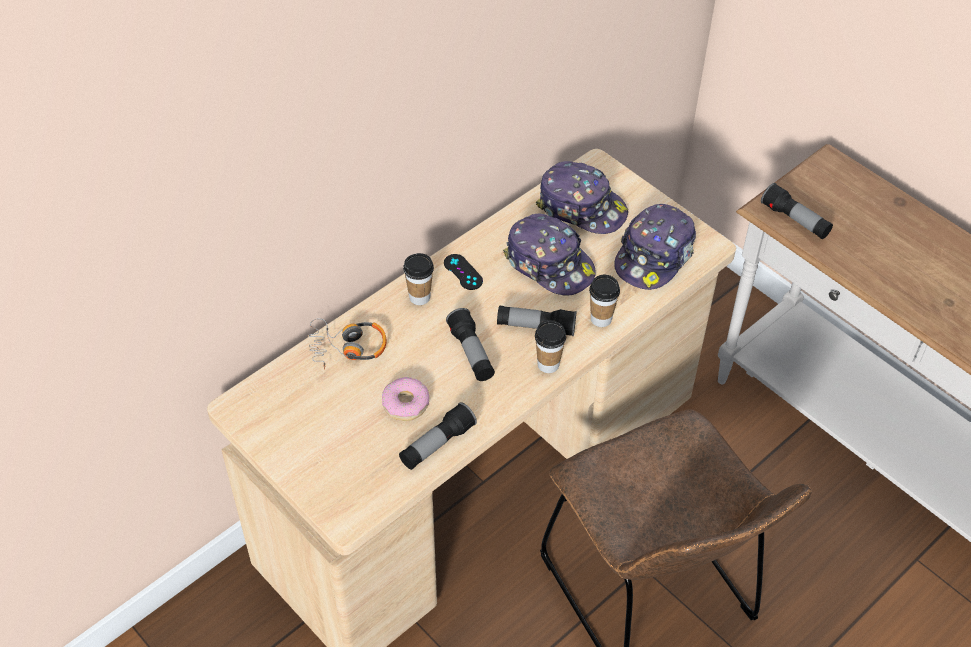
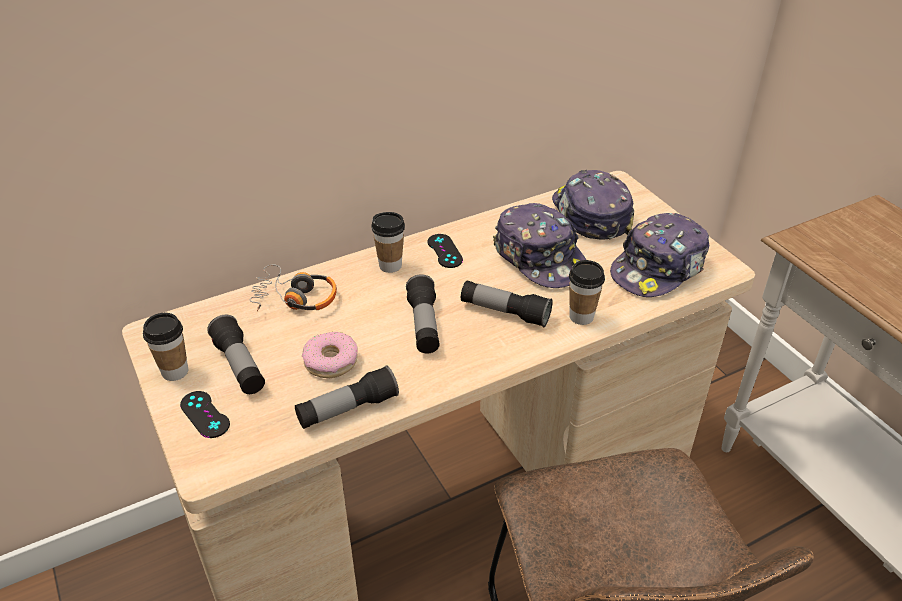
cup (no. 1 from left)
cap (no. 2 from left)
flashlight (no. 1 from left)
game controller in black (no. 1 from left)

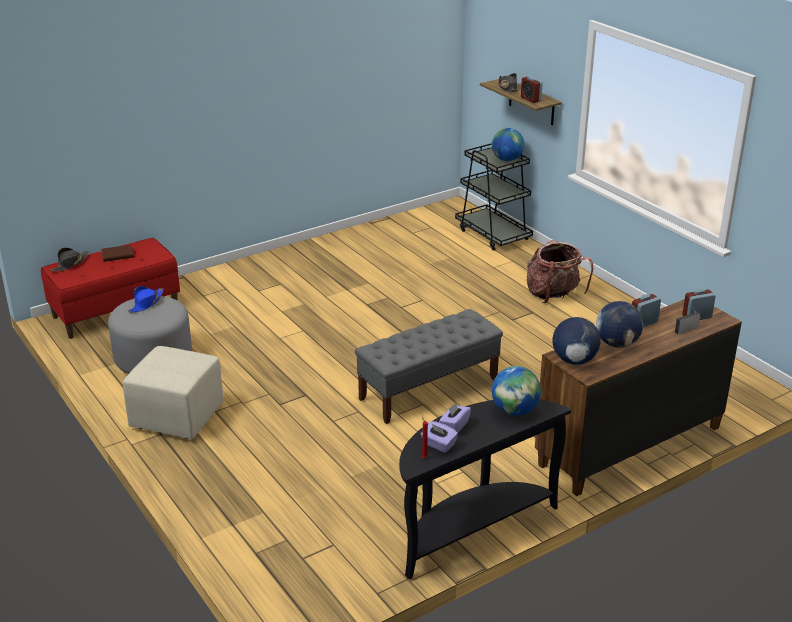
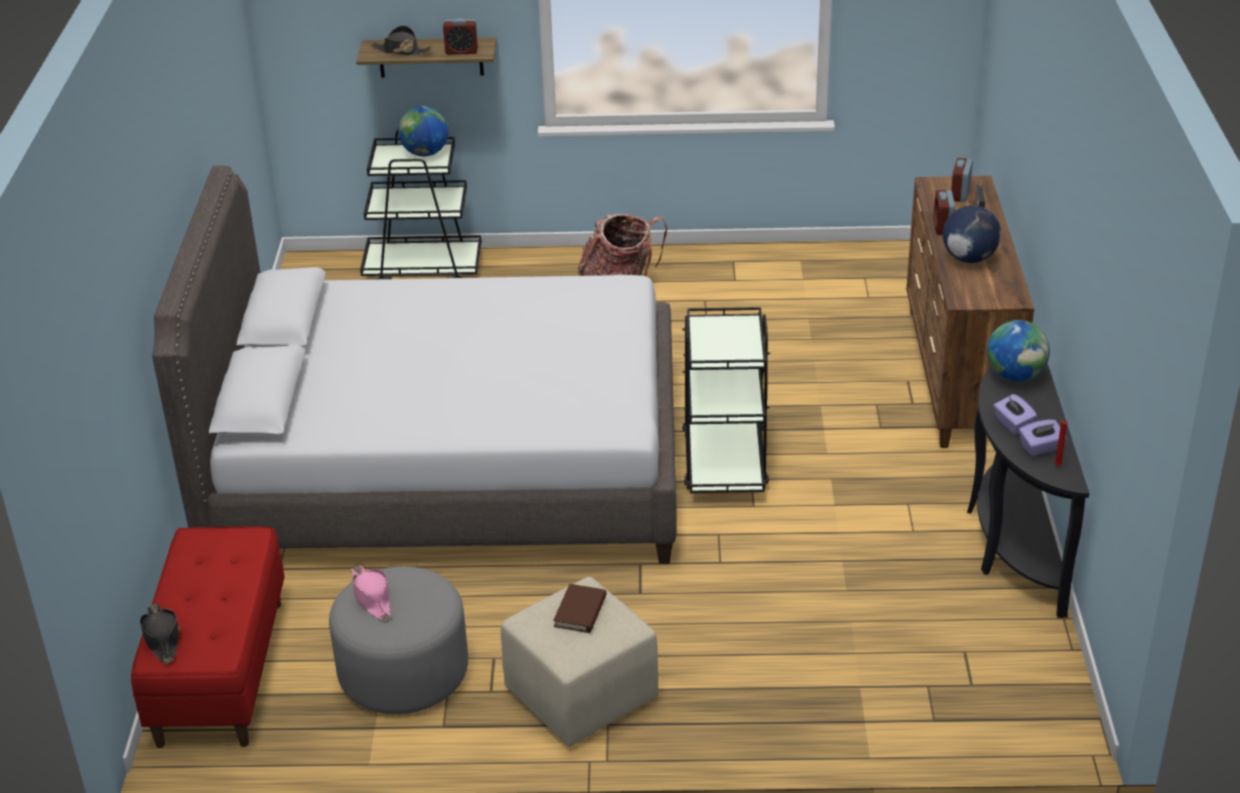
book in brown
hat in pink
cart in black (no. 2 from left)
globe (no. 3 from left in the first image)
bed in grey

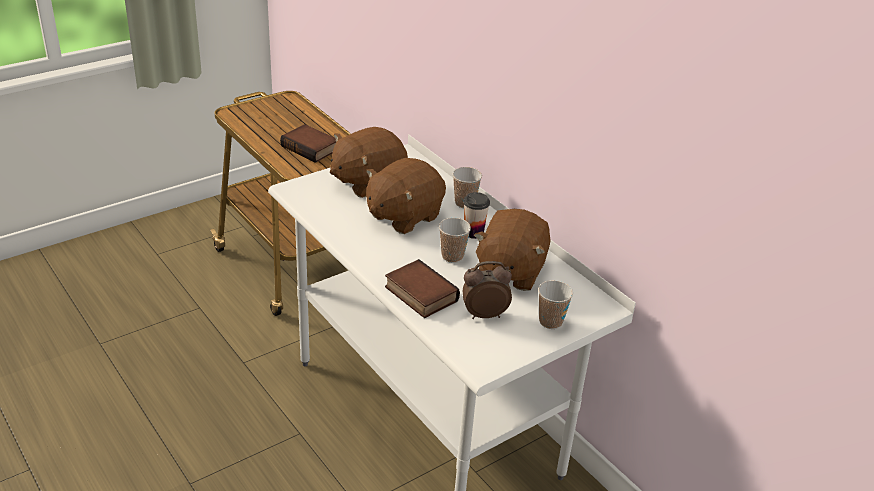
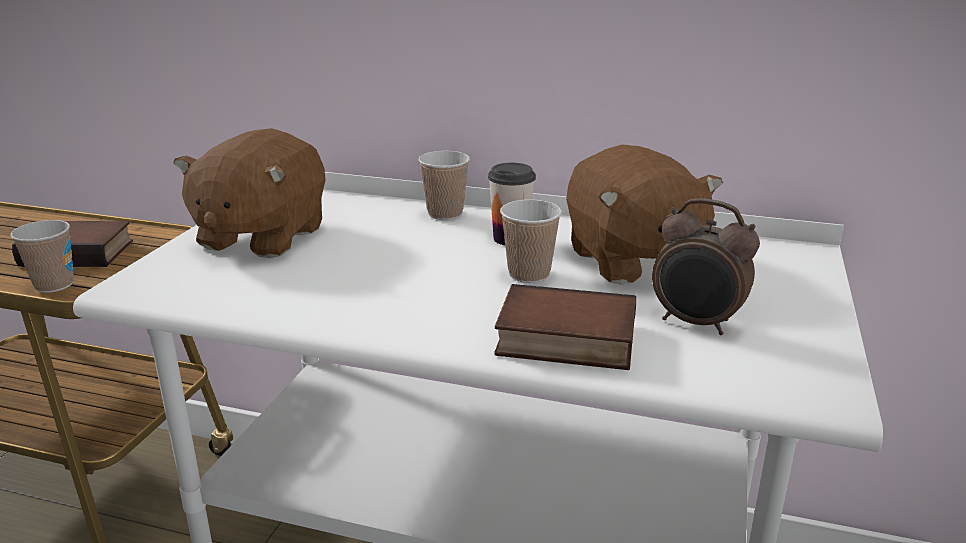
plush toy in brown (no. 2 from left in the first image)
alarm clock
cup (no. 1 from left)

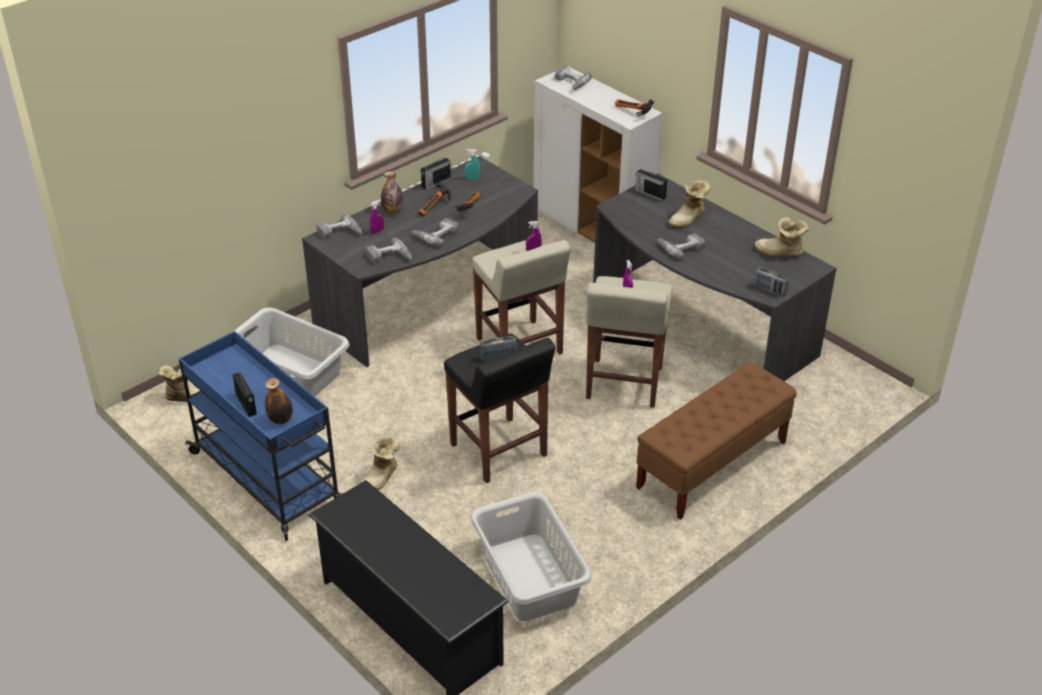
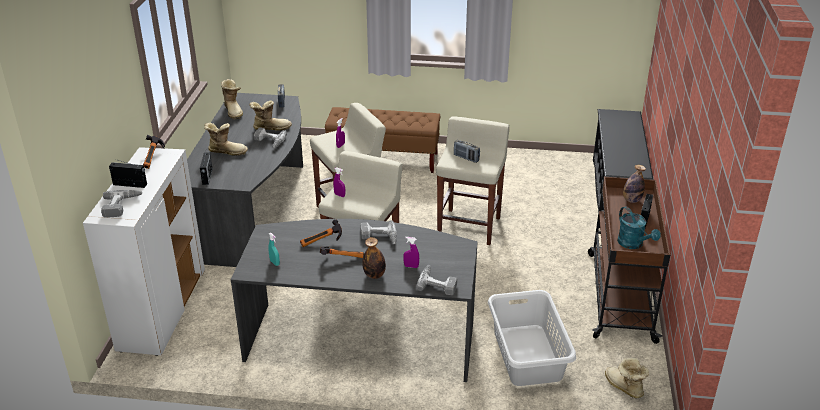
cart in brown
boot (no. 3 from left)
power drill (no. 2 from left in the first image)
radio (no. 1 from left)
stool in beige (no. 3 from left)
laundry basket in grey (no. 2 from left in the first image)
watering can in turquoise

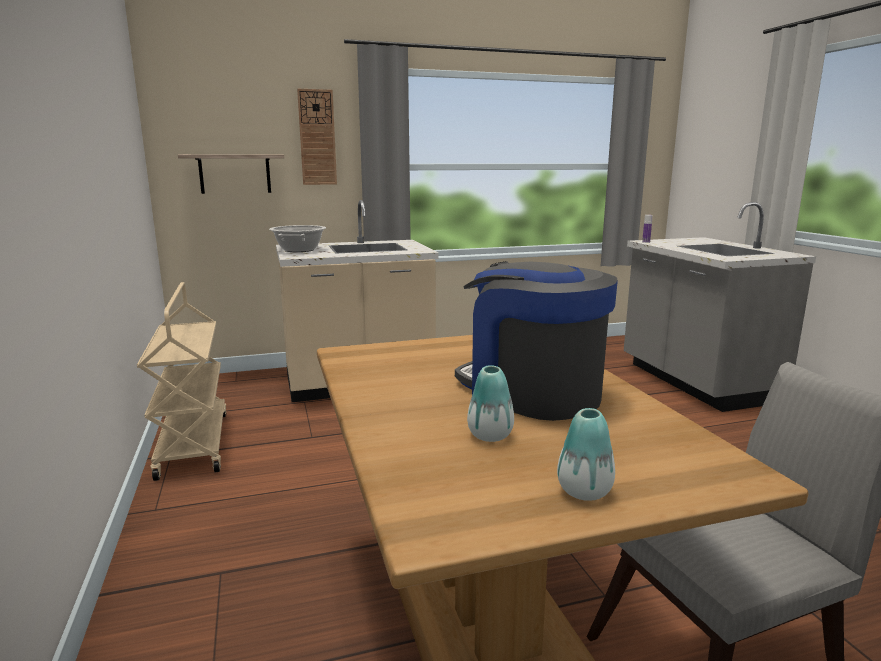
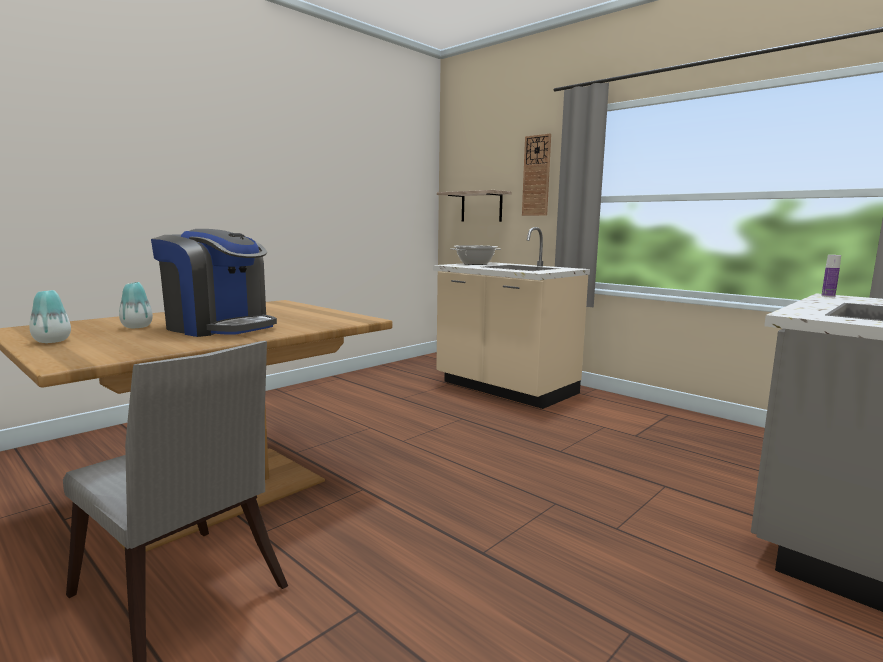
cart in beige
coffee machine

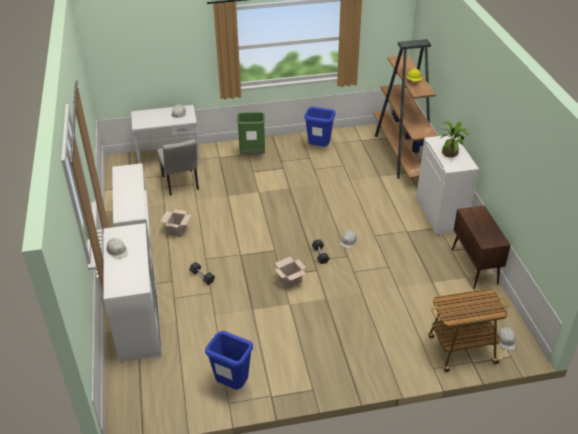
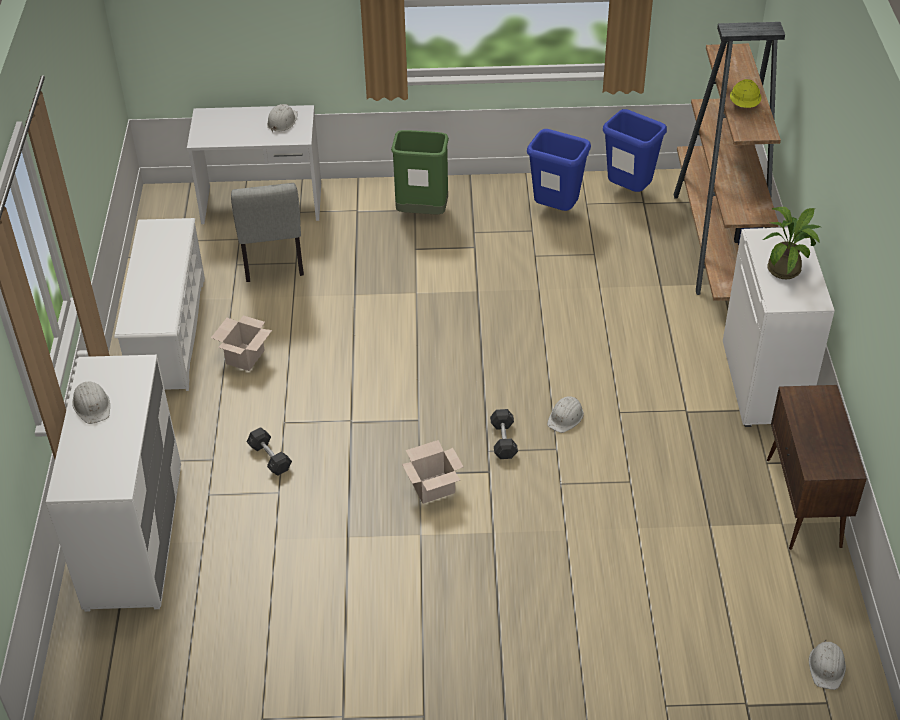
trash can in blue (no. 2 from left)
cart

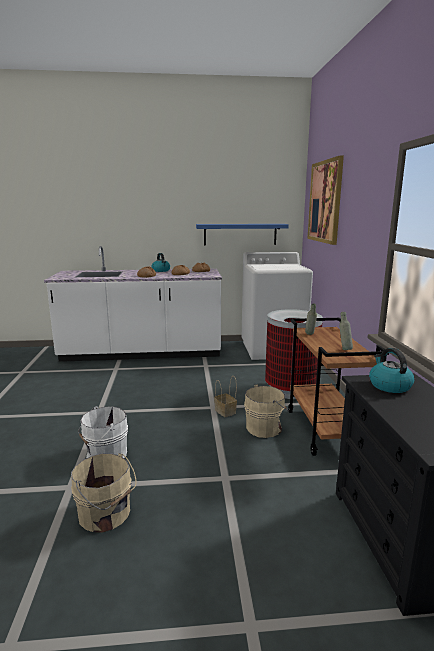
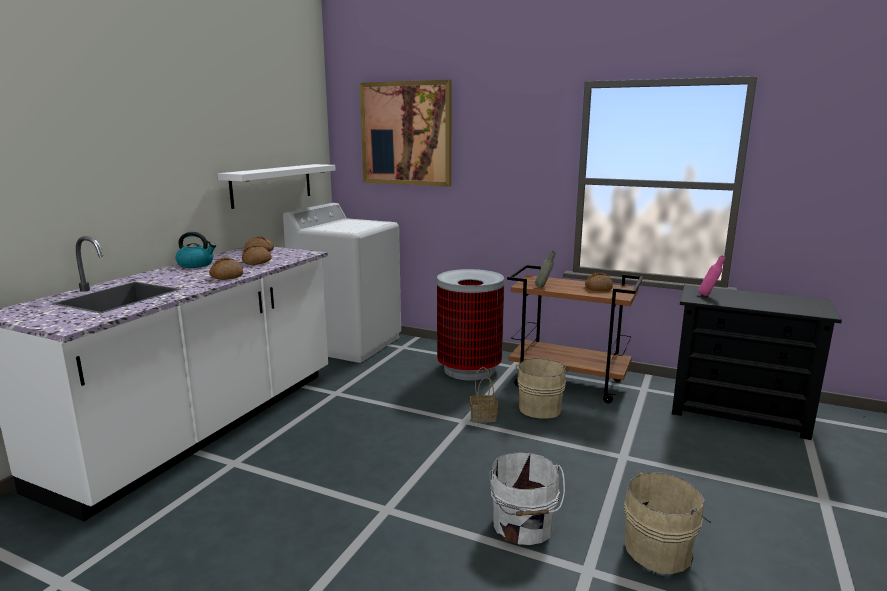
shelf in white
bread (no. 4 from left)
bottle in pink

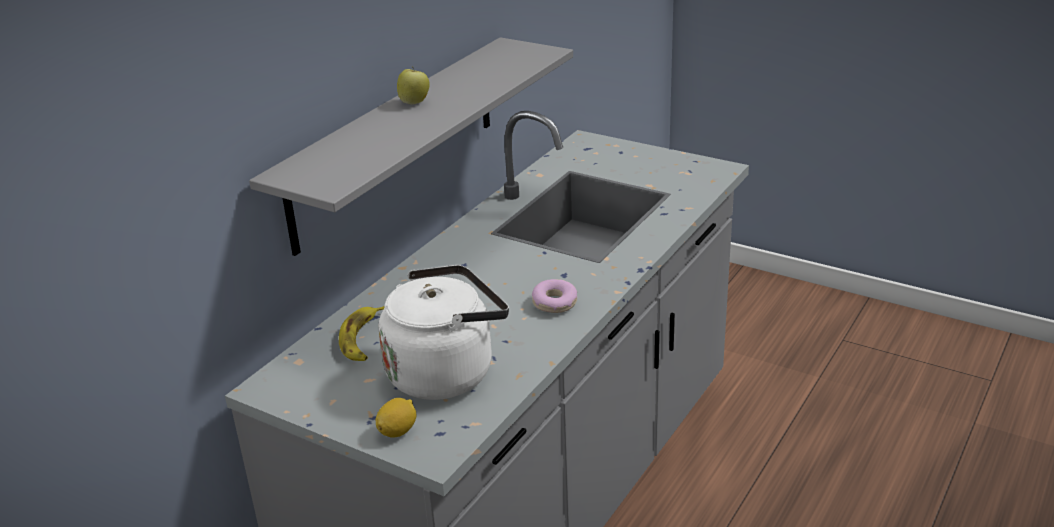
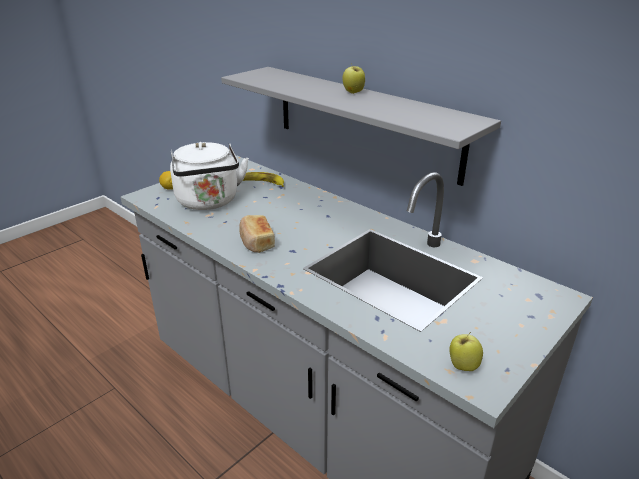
bread
apple (no. 2 from left)

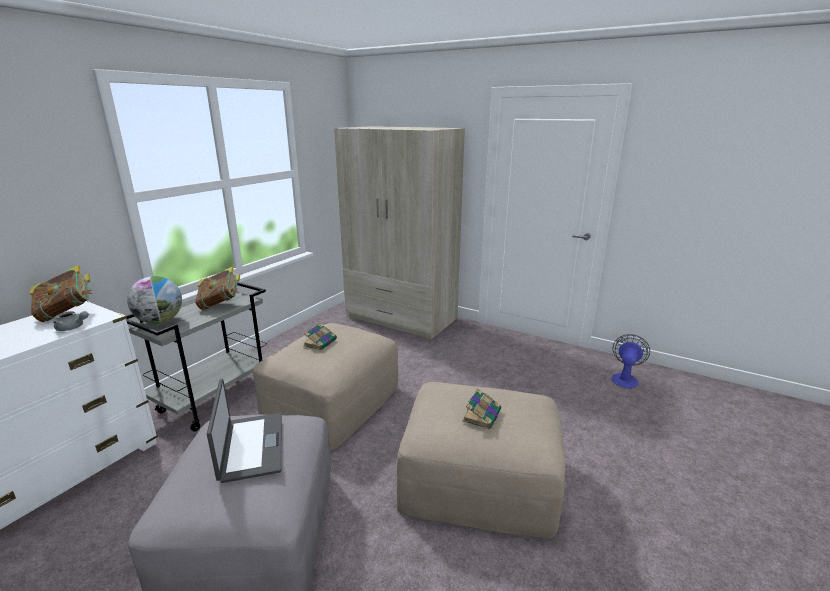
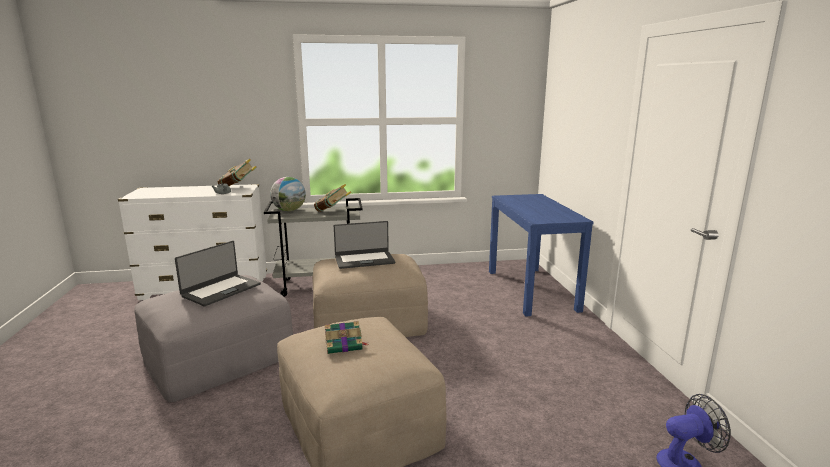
laptop (no. 2 from left)
console table in blue

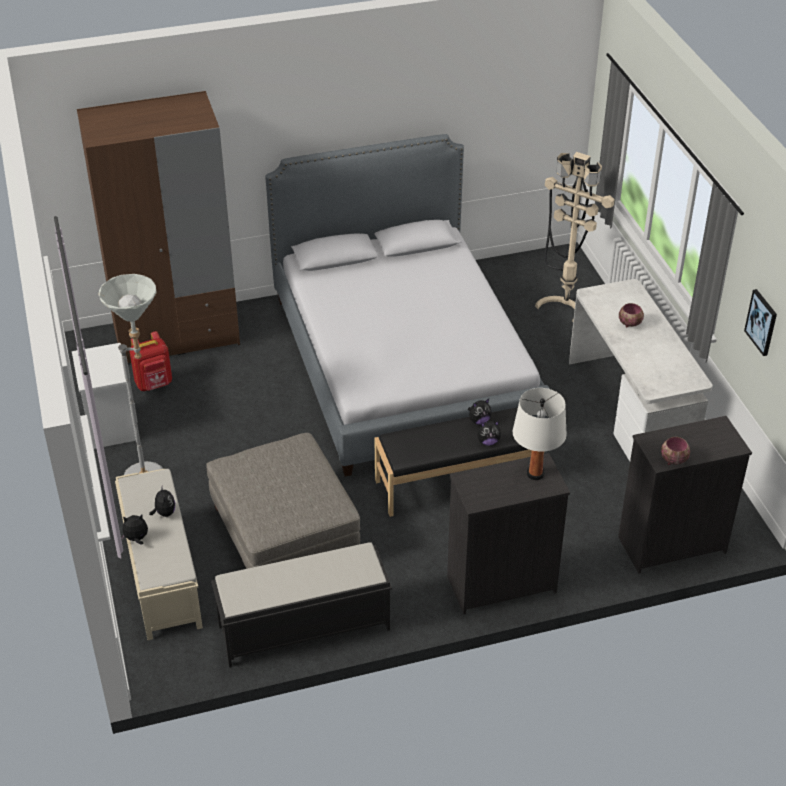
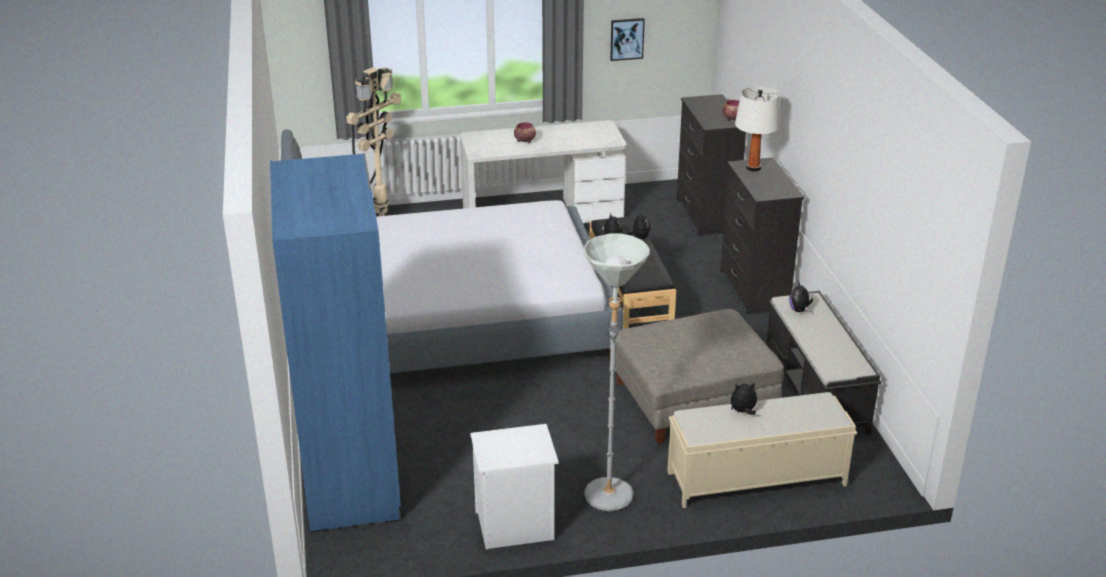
wardrobe in blue
plush toy (no. 4 from left)
backpack in red

